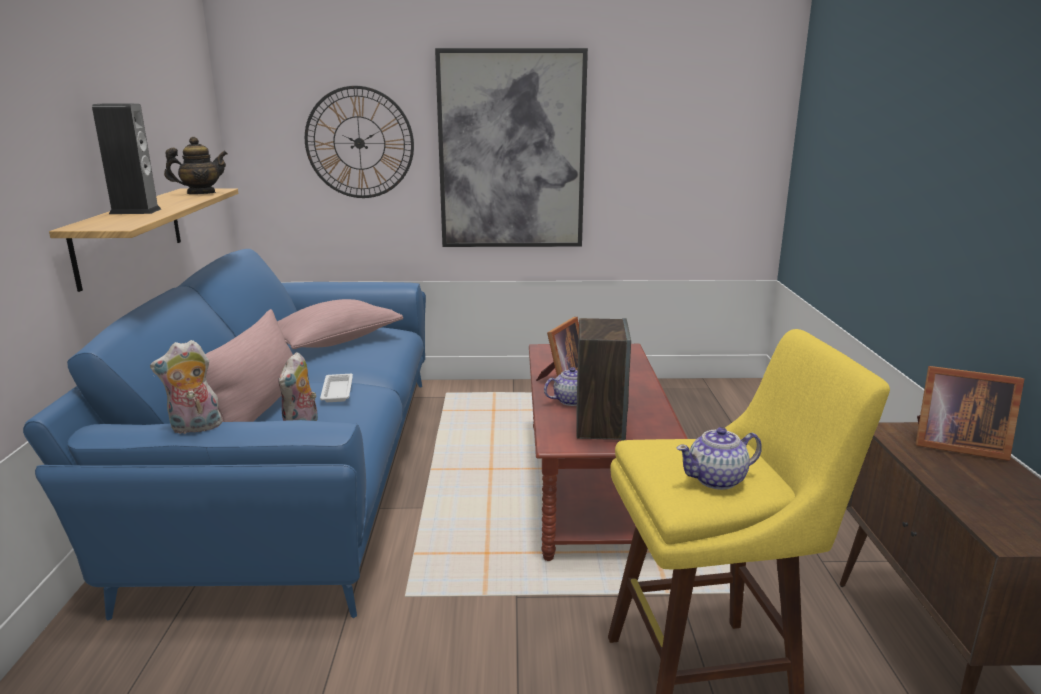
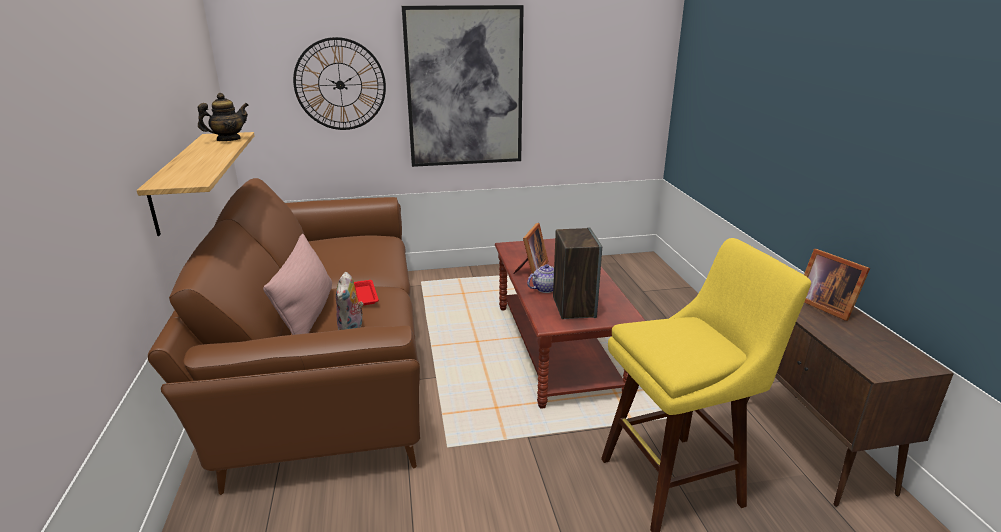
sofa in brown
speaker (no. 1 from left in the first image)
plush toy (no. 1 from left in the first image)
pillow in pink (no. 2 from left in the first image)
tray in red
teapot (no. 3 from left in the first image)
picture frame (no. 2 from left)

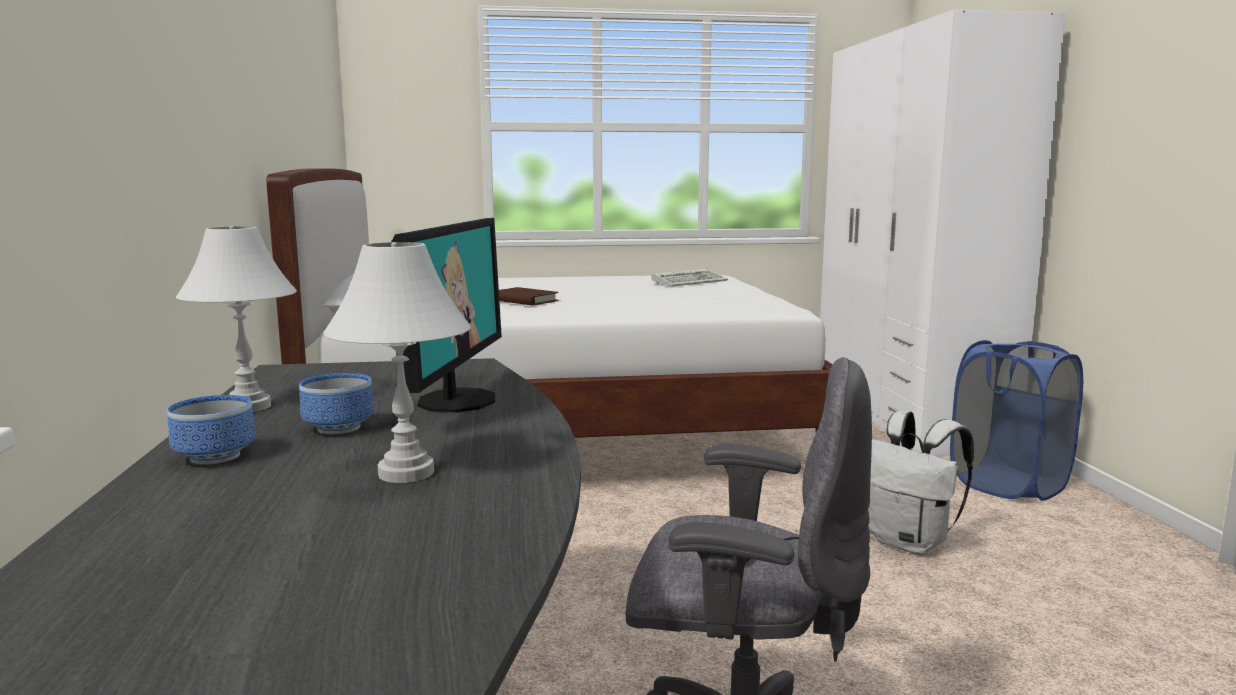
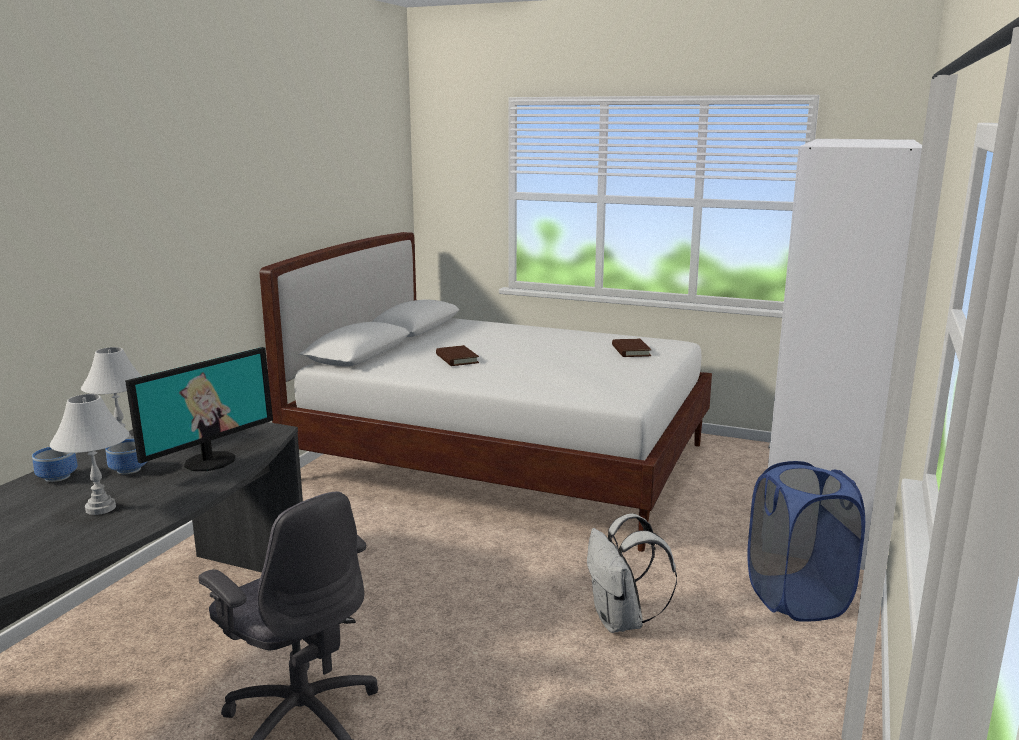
book in brown (no. 2 from left)

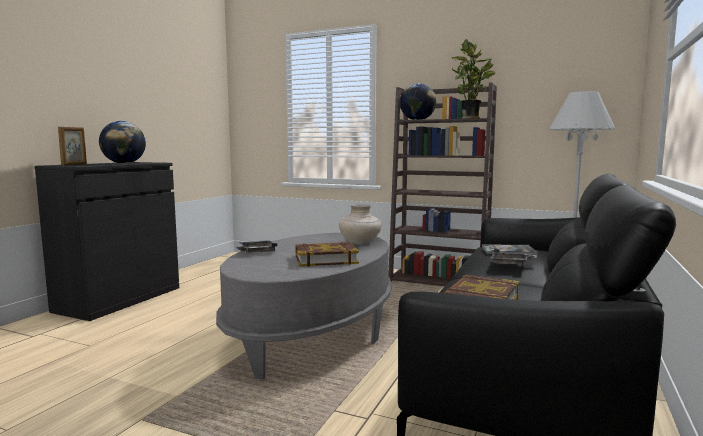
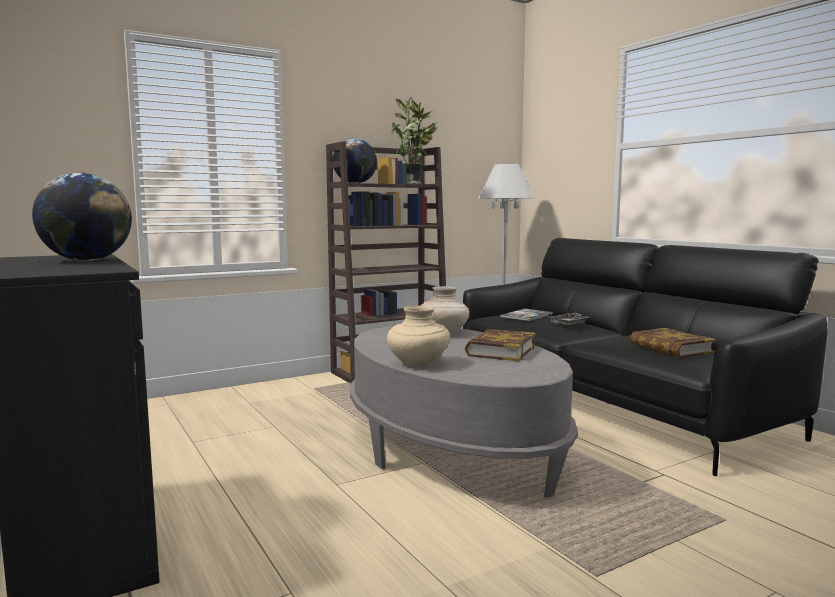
picture frame
vase in beige (no. 1 from left)

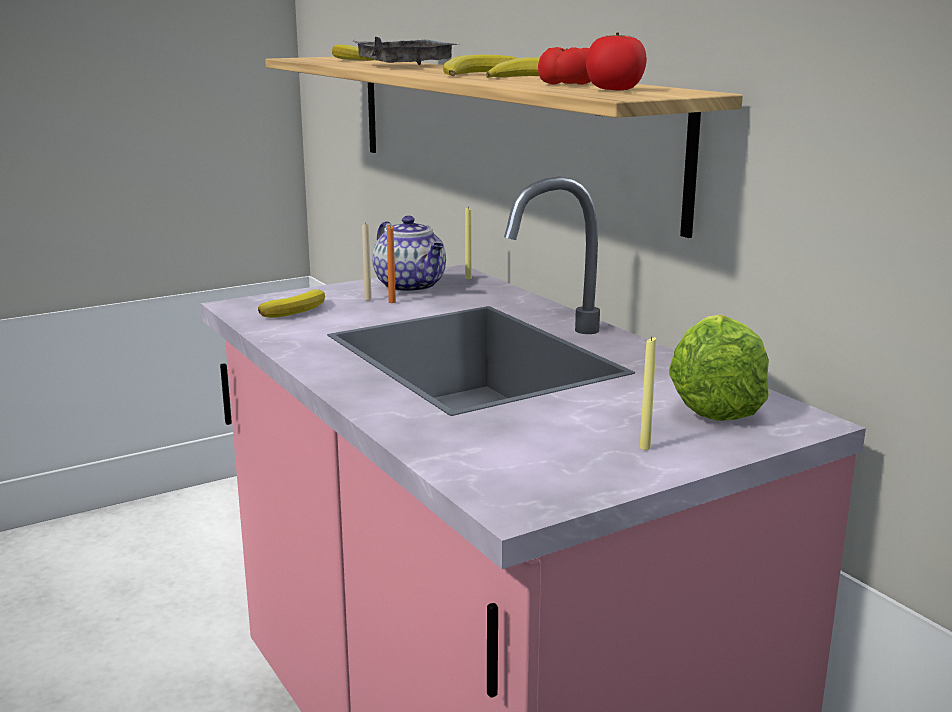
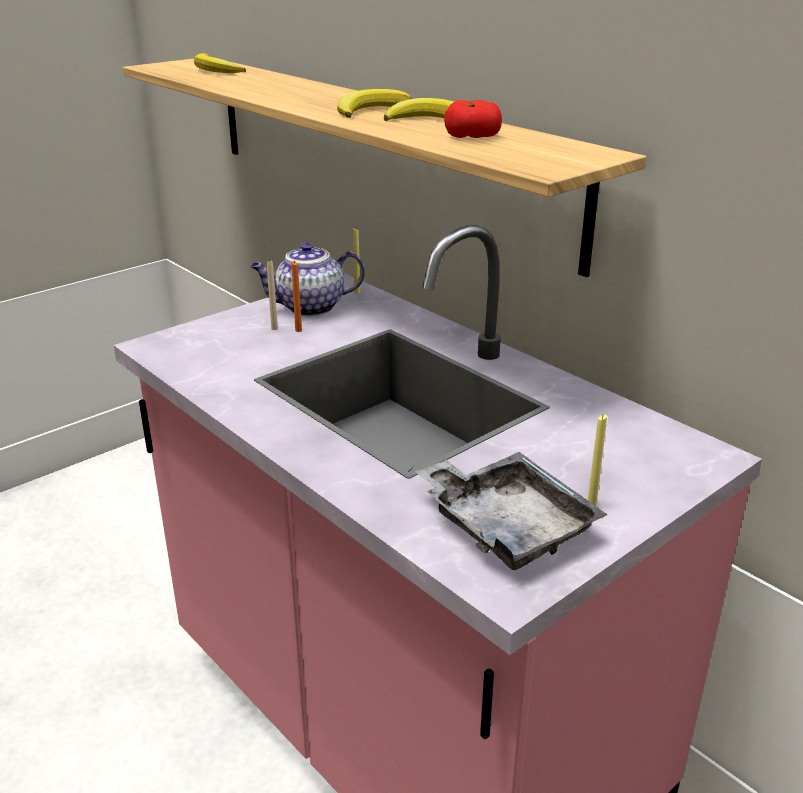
banana (no. 1 from left in the first image)
tray in grey
teapot
tomato (no. 2 from left in the first image)
lettuce

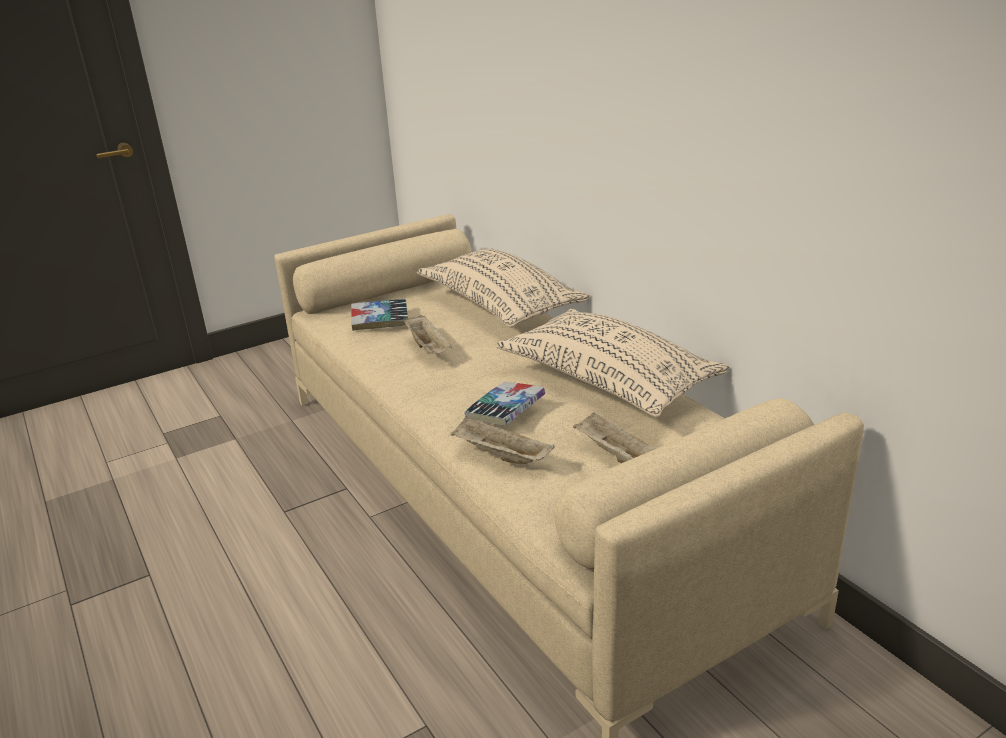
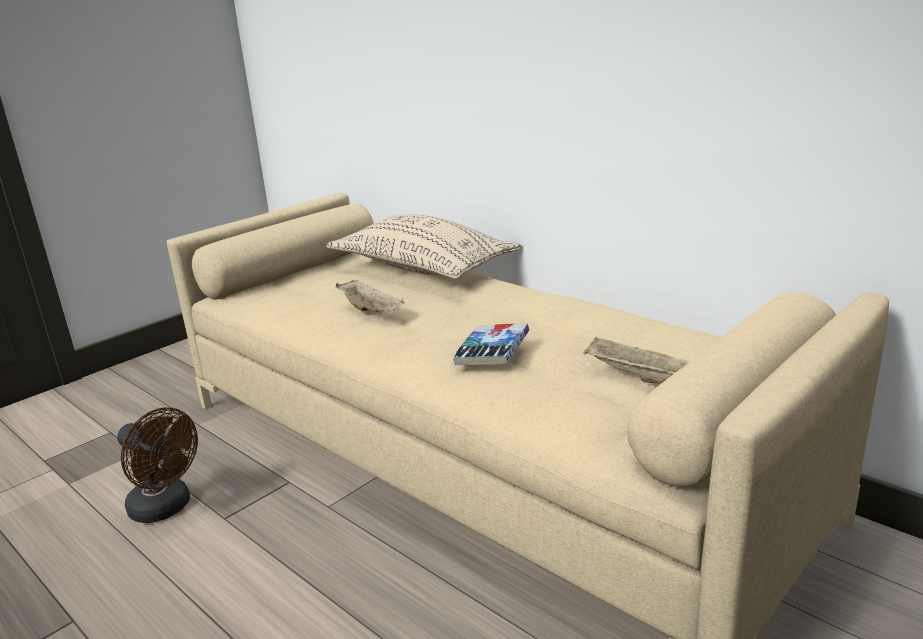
book (no. 1 from left in the first image)
tray in beige (no. 2 from left in the first image)
pillow in beige (no. 2 from left in the first image)
fan in brown

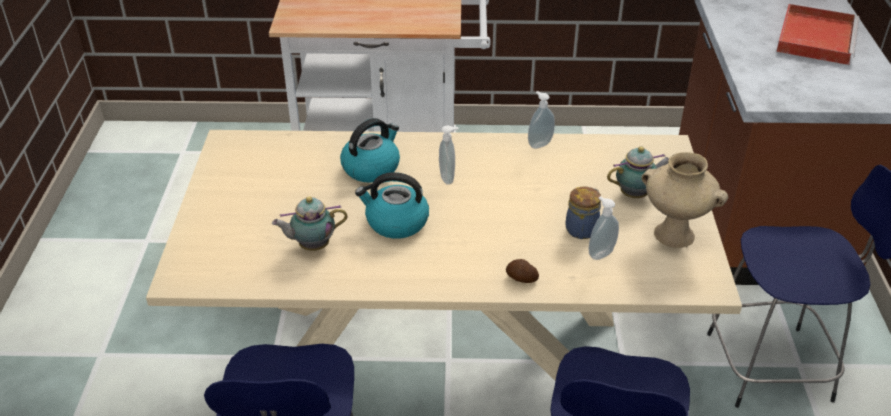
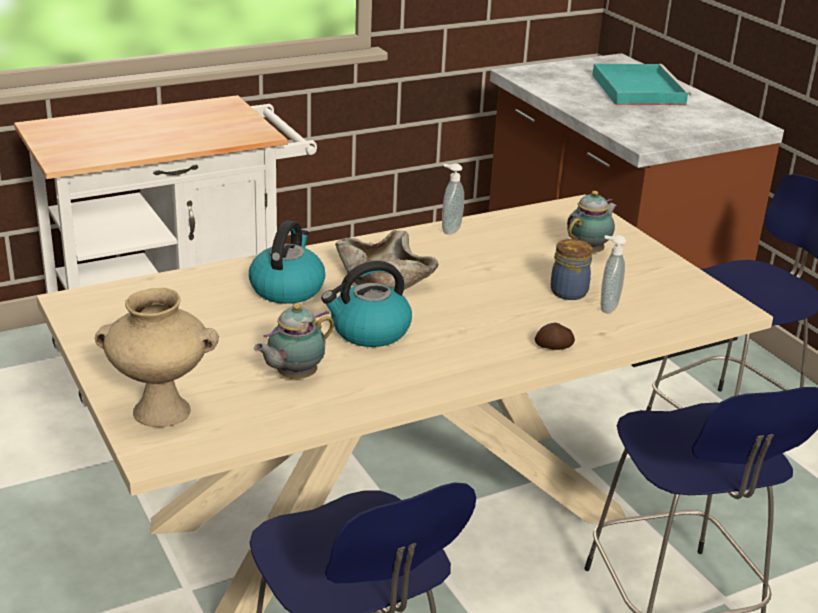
bowl in beige
vase in beige
tray in turquoise

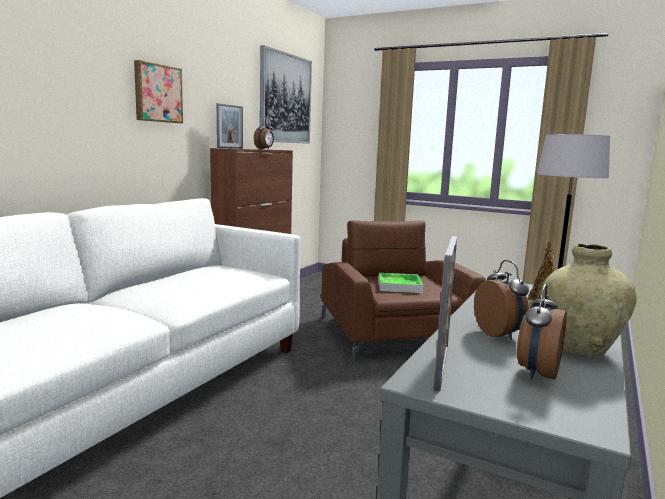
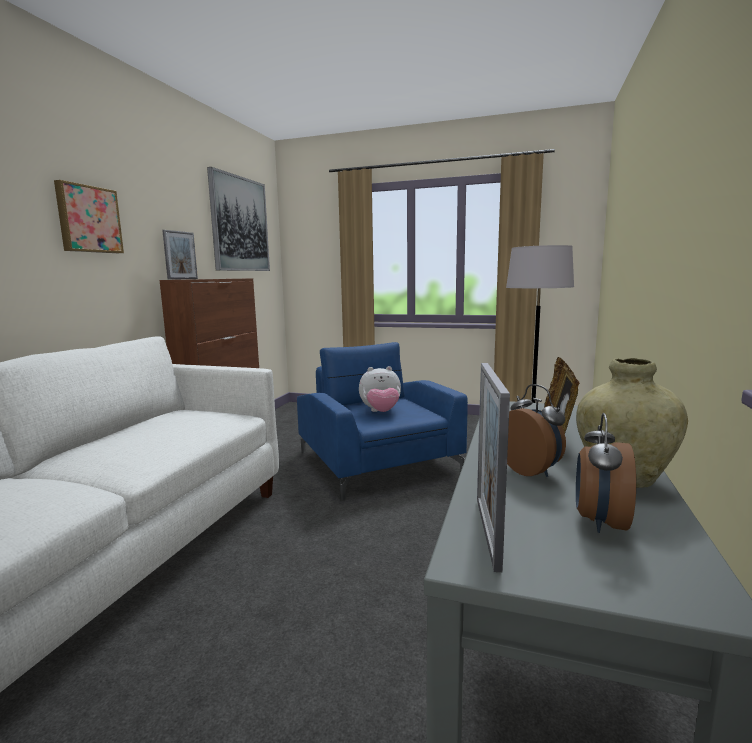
alarm clock (no. 1 from left in the first image)
armchair in blue
plush toy

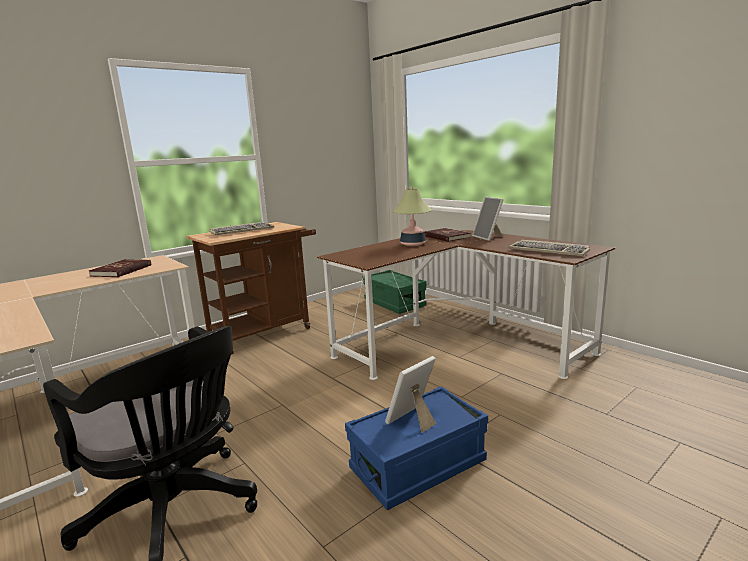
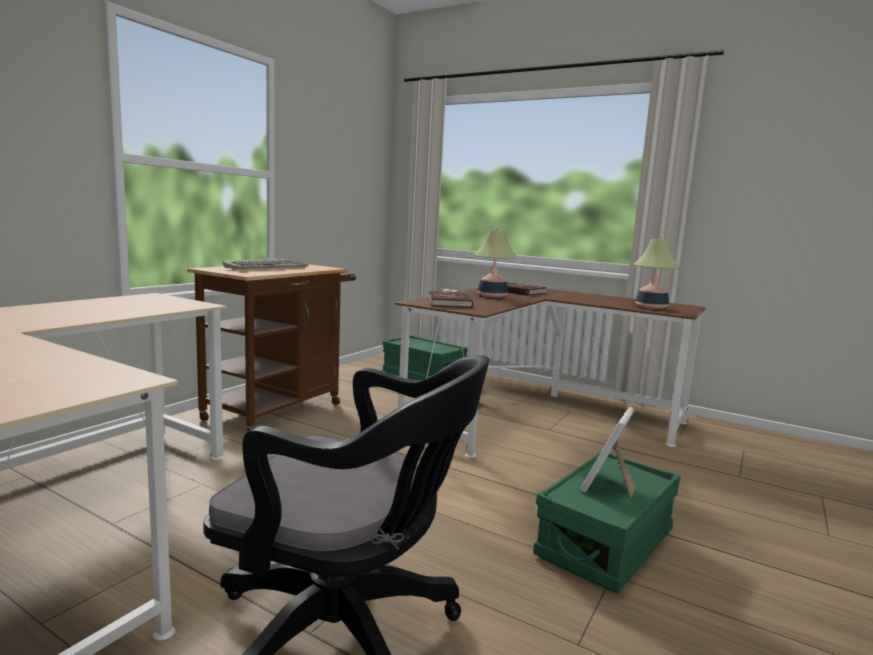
book in red (no. 1 from left)
storage box in green (no. 2 from left)
picture frame (no. 2 from left in the first image)
table lamp (no. 2 from left)

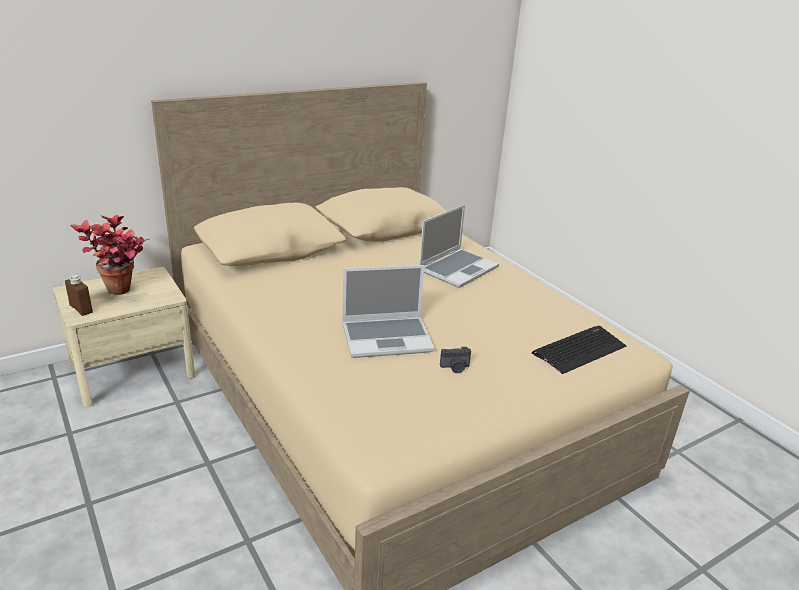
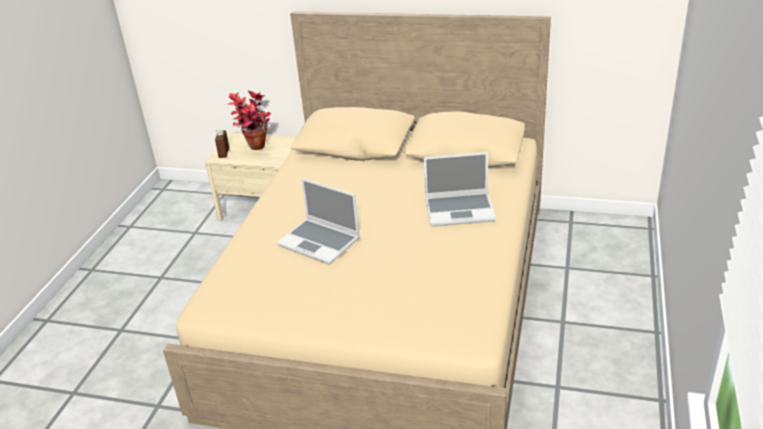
photo camera
keyboard

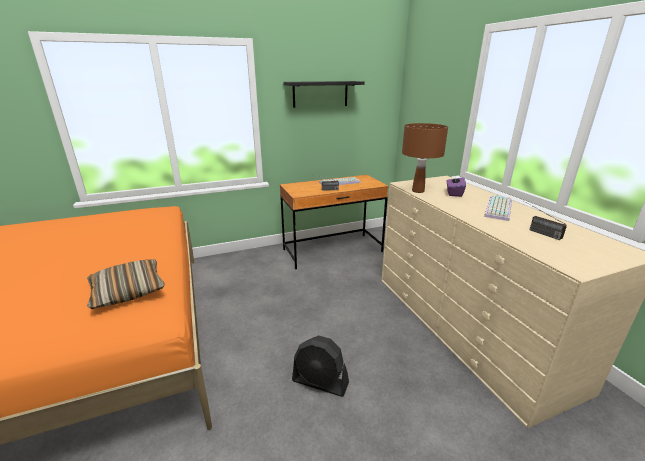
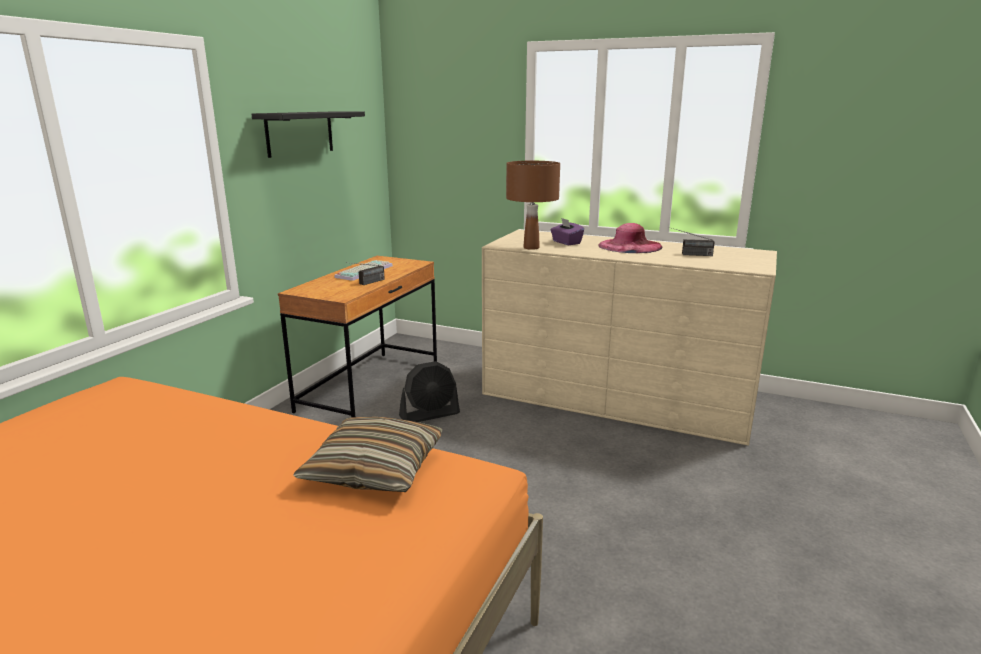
fan in black
hat in pink

